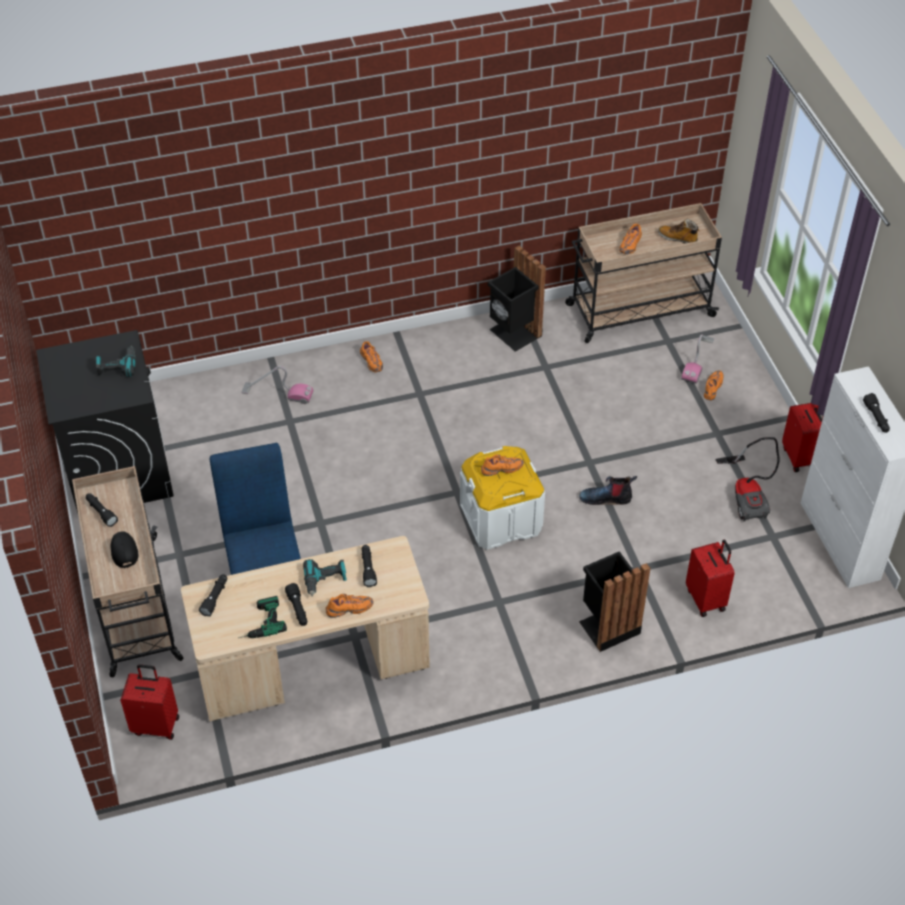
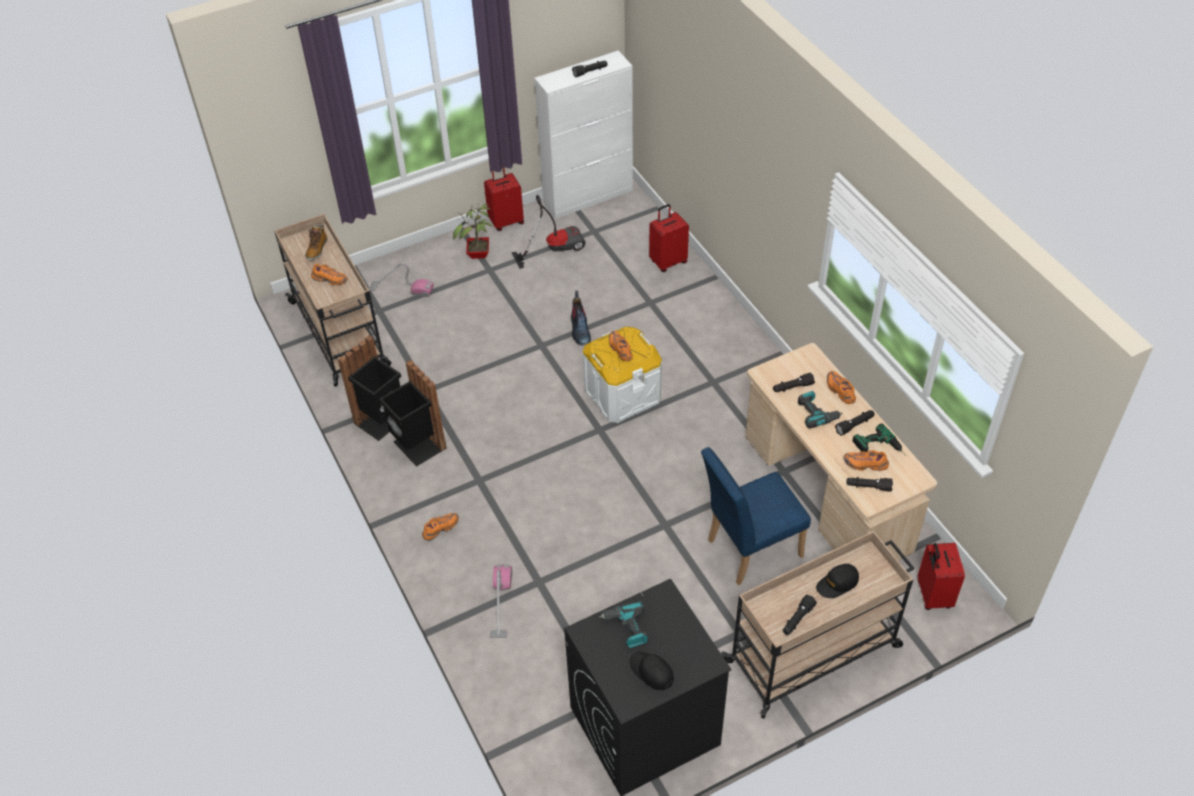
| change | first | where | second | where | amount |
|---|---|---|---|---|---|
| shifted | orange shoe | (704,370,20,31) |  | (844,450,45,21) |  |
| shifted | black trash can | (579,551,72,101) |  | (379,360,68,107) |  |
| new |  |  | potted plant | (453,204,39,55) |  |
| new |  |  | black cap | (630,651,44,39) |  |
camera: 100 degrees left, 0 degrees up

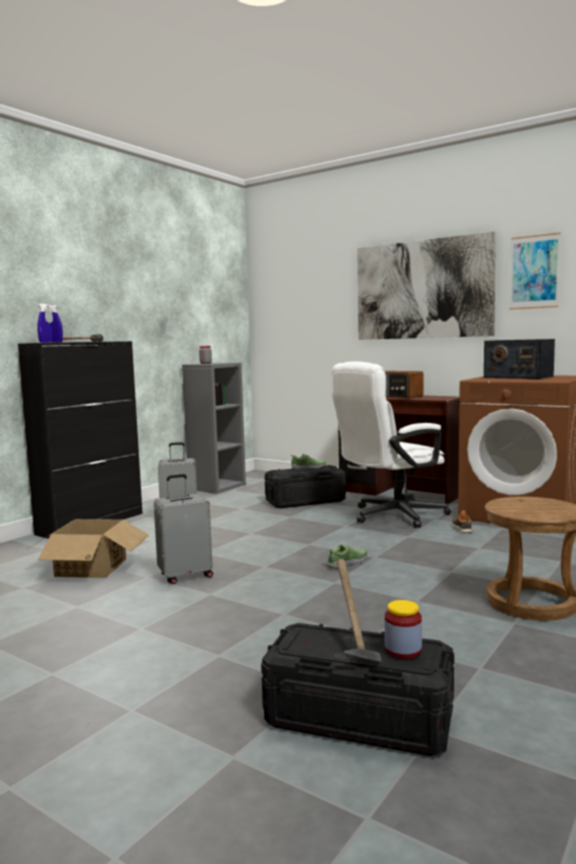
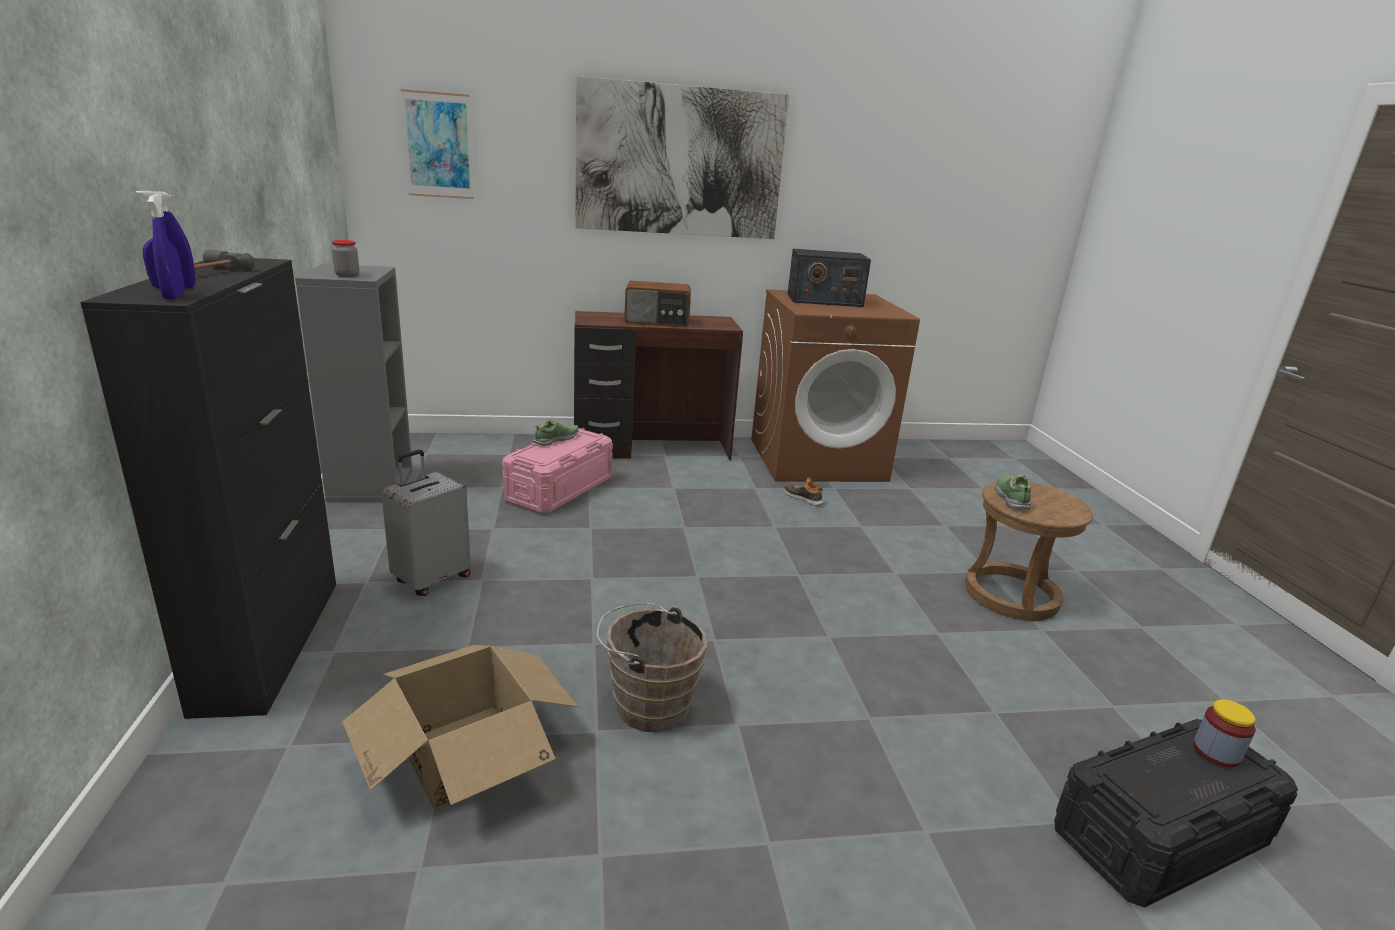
| change | first | where | second | where | amount |
|---|---|---|---|---|---|
| shifted | picture | (510,233,51,77) |  | (401,89,73,110) |  |
| gone | white office chair | (331,361,120,167) |  |  |  |
| repainted | black storage box | (265,465,81,43) | pink storage box | (502,428,111,85) |  |
| swapped | grey suitcase | (154,474,59,110) | brown bucket | (597,603,110,130) |  |
| shifted | shoe | (327,545,40,24) |  | (995,474,36,36) |  |
| gone | hammer | (337,559,45,108) |  |  |  |
camera: 45 degrees left, 15 degrees up

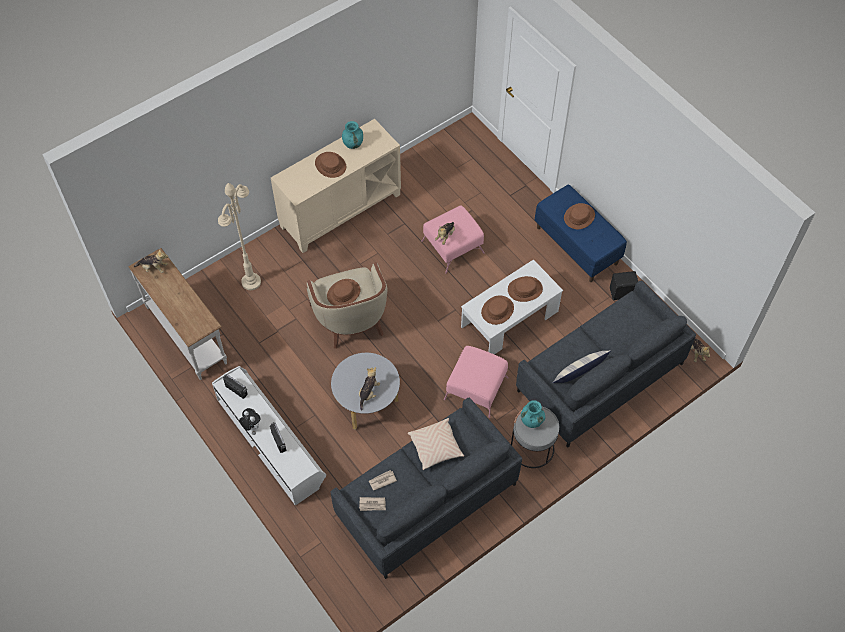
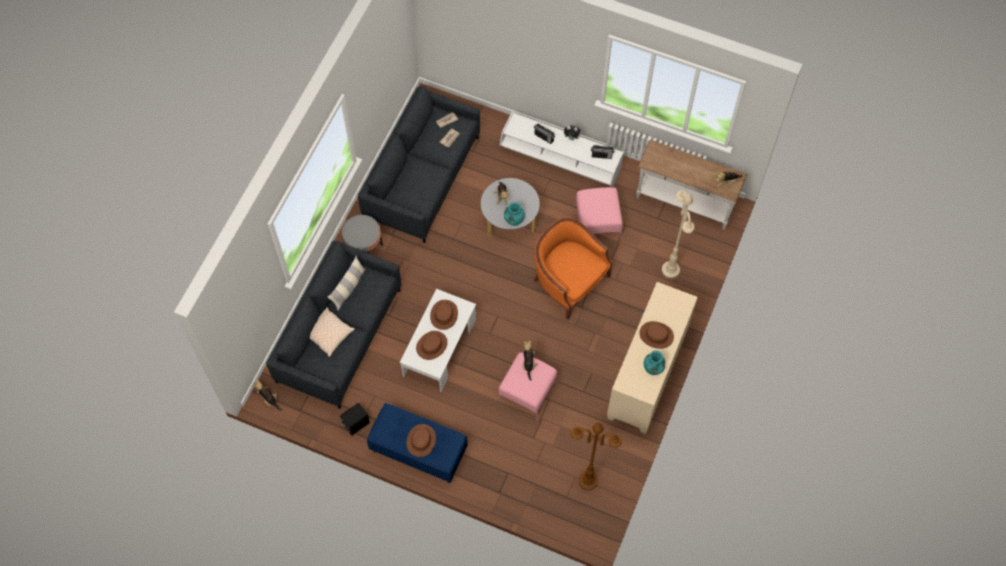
| change | first | where | second | where | amount |
|---|---|---|---|---|---|
| repainted | beige armchair | (307,262,80,87) | orange armchair | (534,217,79,103) |  |
| gone | brown hat | (327,279,33,27) |  |  |  |
| shifted | pink ottoman | (444,346,64,72) |  | (574,187,49,52) |  |
| shifted | turquoise vase | (521,400,24,28) |  | (504,202,21,24) |  |
| shifted | beige pillow | (407,418,57,52) |  | (310,307,45,50) |  |
| new |  |  | brown floor lamp | (571,423,51,67) |  |
camera: 150 degrees right, 5 degrees up

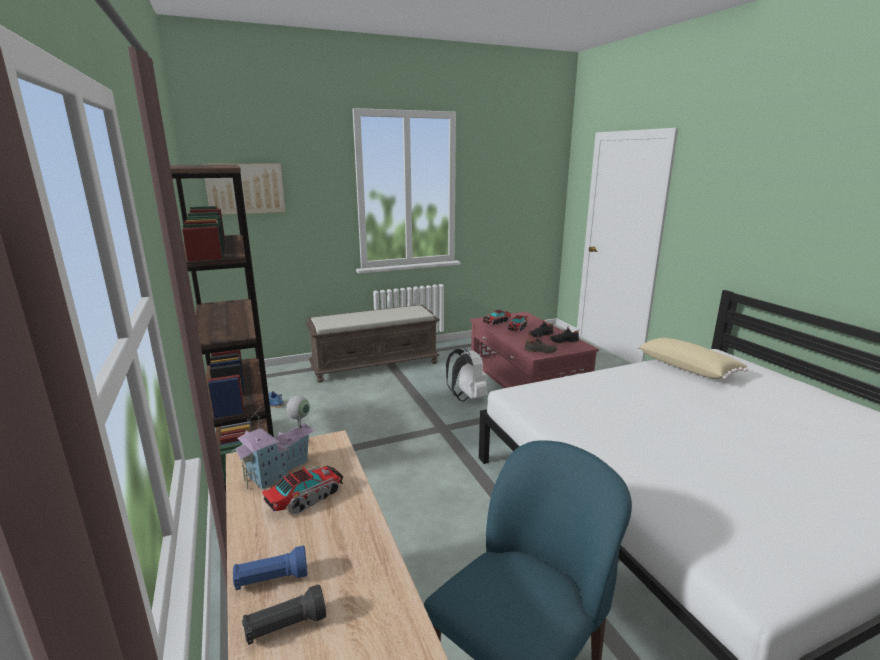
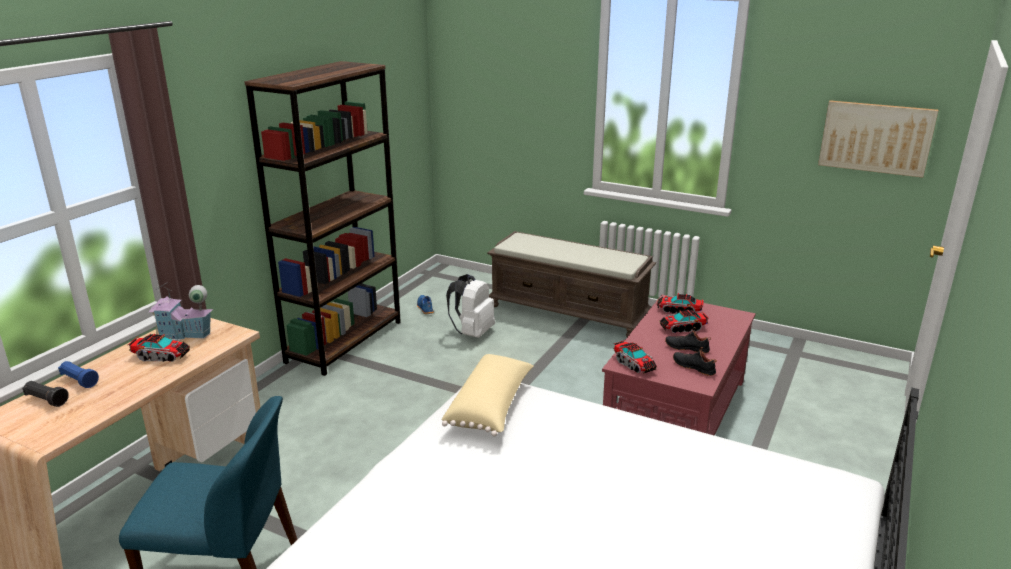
| change | first | where | second | where | amount |
|---|---|---|---|---|---|
| shifted | picture | (203,163,83,52) |  | (818,100,120,78) |  |
| swapped | black shoe | (524,335,34,19) | toy truck | (614,340,43,33) |  |
| shifted | beige pillow | (637,338,111,41) |  | (442,354,92,82) |  |
| shifted | white backpack | (446,348,41,54) |  | (446,274,49,64) |  |
camera: 50 degrees right, 5 degrees up

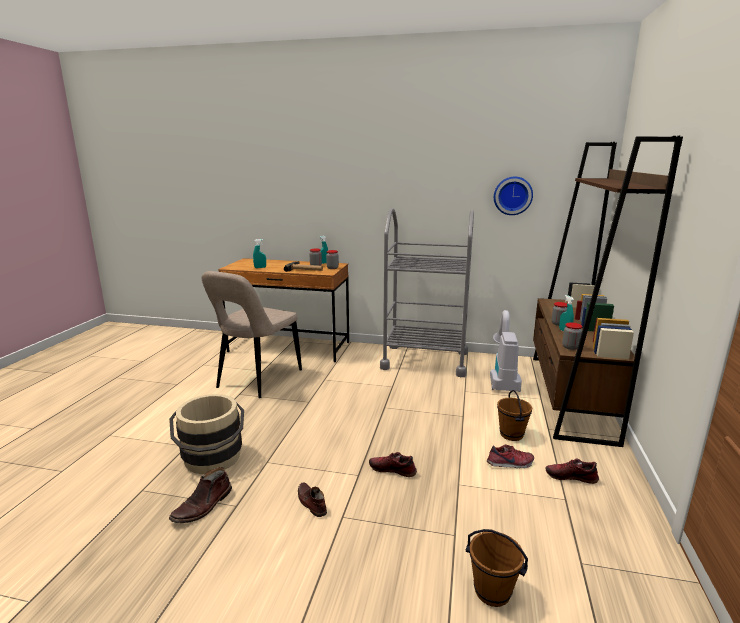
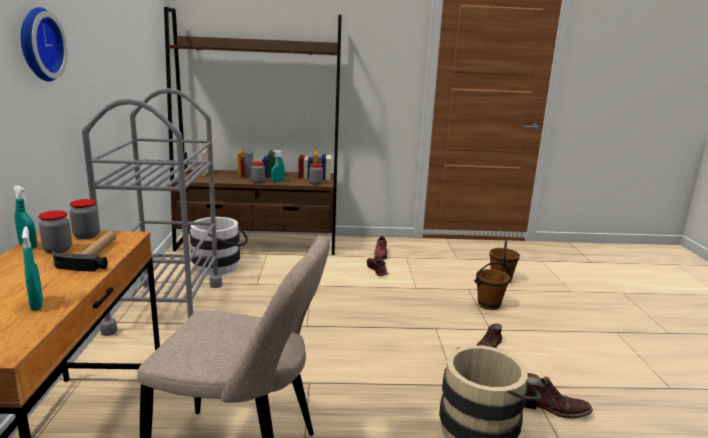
| change | first | where | second | where | amount |
|---|---|---|---|---|---|
| shifted | wall clock | (494,177,39,38) |  | (21,7,47,75) |  |
| swapped | vacuum cleaner | (490,310,32,82) | white bucket | (190,217,58,58) |  |
| shifted | brown bucket | (497,390,35,51) |  | (474,262,37,48) |  |
| gone | shoe | (369,452,48,25) |  |  |  |
camera: 105 degrees left, 0 degrees up

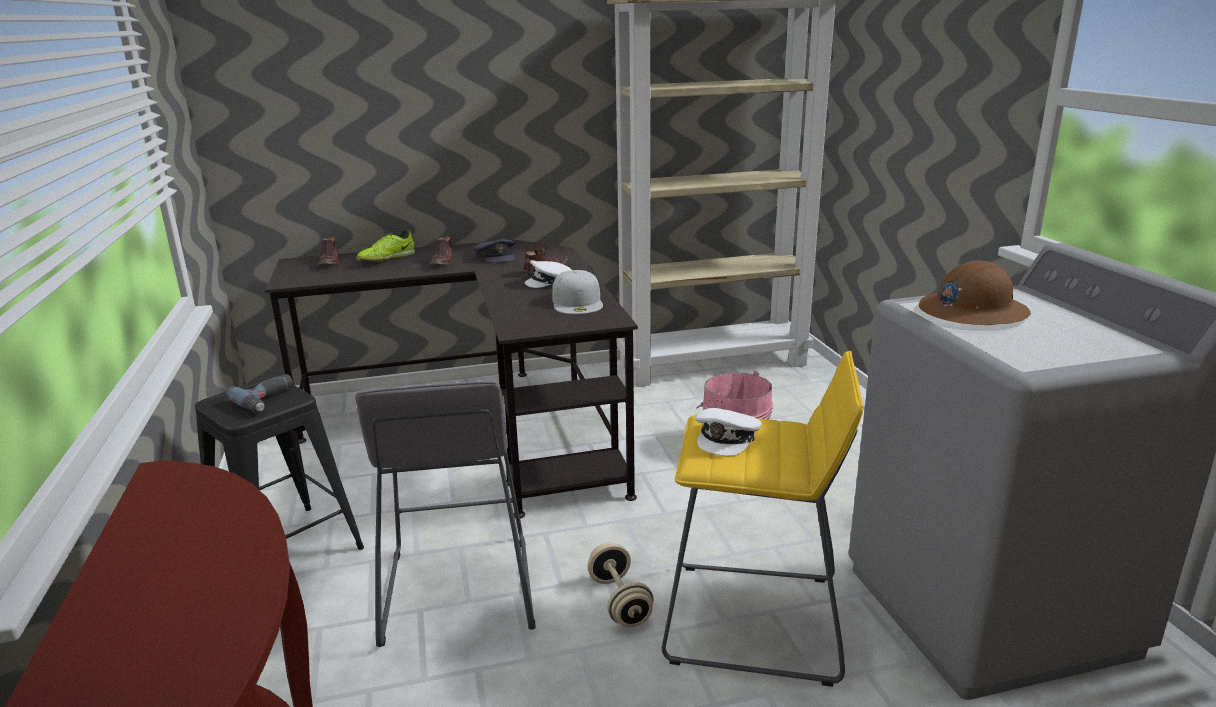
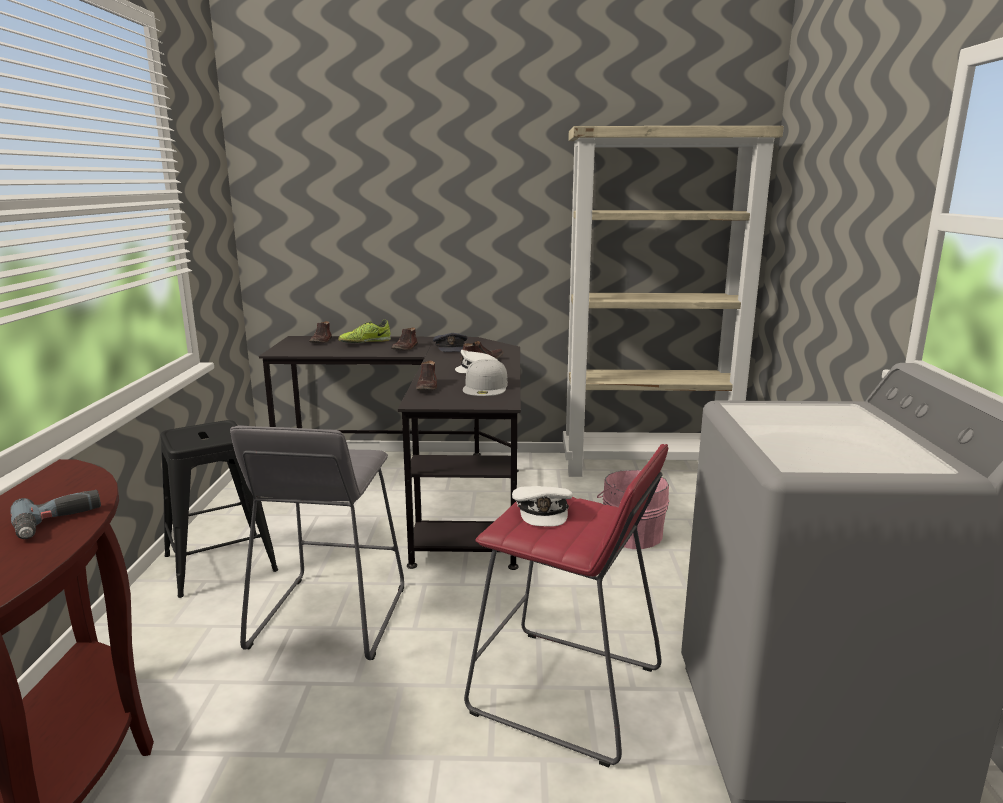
| change | first | where | second | where | amount |
|---|---|---|---|---|---|
| gone | brown hard hat | (919,260,112,65) |  |  |  |
| repainted | yellow stool | (662,351,201,336) | red stool | (464,444,204,324) |  |
| shifted | power drill | (226,374,67,39) |  | (10,490,91,49) |  |
| rotated | white cap | (695,408,67,48) |  | (512,486,61,41) | 45 degrees counterclockwise |
| gone | beige dumbbell | (587,542,67,85) |  |  |  |
| new |  |  | brown shoe | (416,361,21,30) |  |
camera: 15 degrees right, 5 degrees down

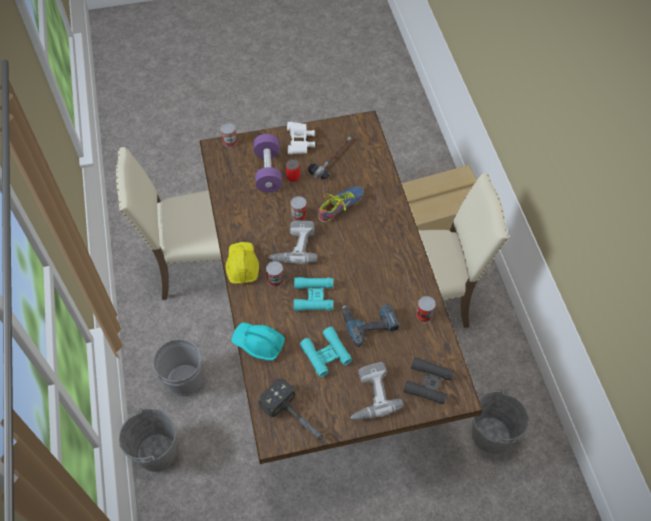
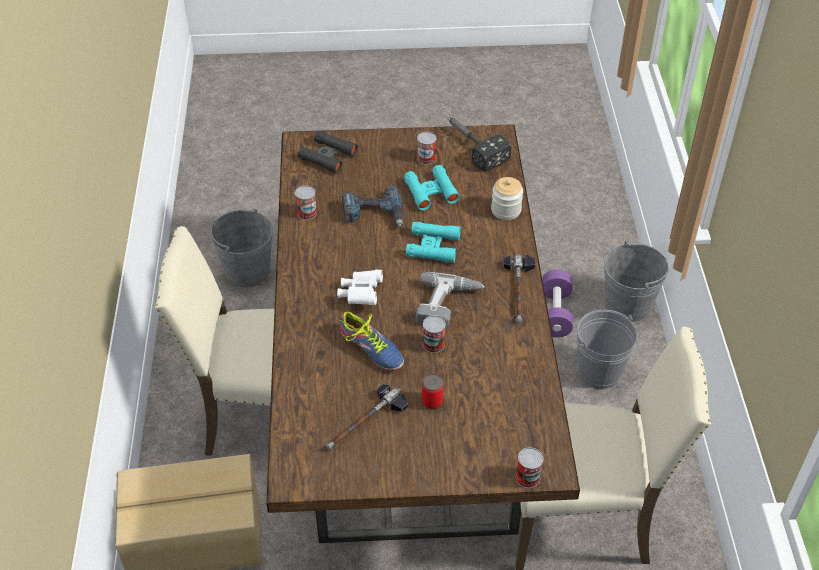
| change | first | where | second | where | amount |
|---|---|---|---|---|---|
| shifted | white binoculars | (287,122,28,32) |  | (337,270,46,35) |  |
| shifted | purple dumbbell | (254,134,28,59) |  | (542,270,31,68) |  |
| rotated | shoe | (318,186,46,36) |  | (340,311,64,60) | 105 degrees counterclockwise |
| swapped | yellow hard hat | (226,242,33,42) | hammer | (503,254,33,69) |  |
| shifted | can | (266,261,18,26) |  | (417,132,20,33) |  |
| swapped | turquoise hard hat | (231,322,54,39) | jar | (491,177,32,43) |  |
| gone | power drill | (351,362,53,58) |  |  |  |
camera: 170 degrees left, 10 degrees down

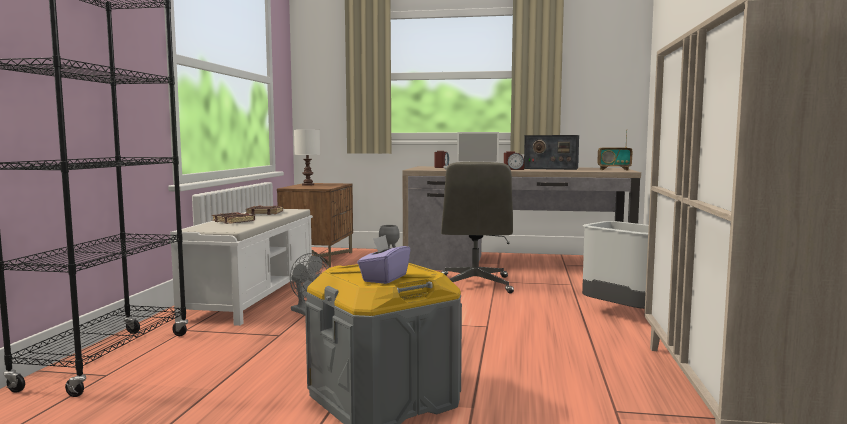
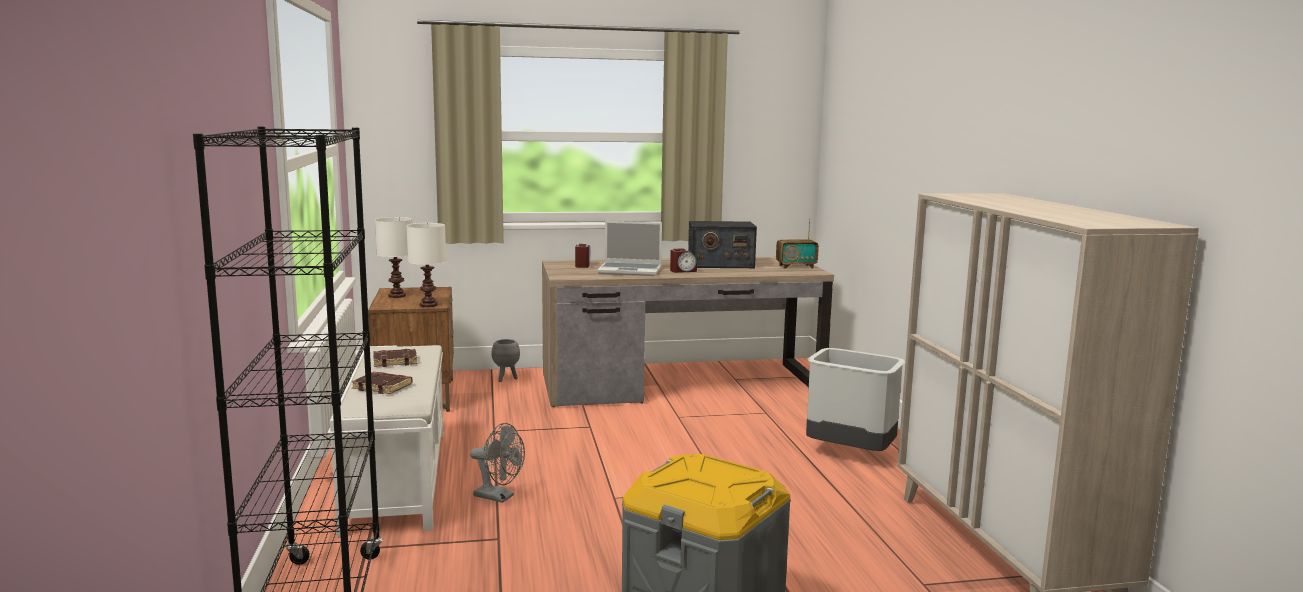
| change | first | where | second | where | amount |
|---|---|---|---|---|---|
| gone | grey office chair | (441,162,73,131) |  |  |  |
| gone | purple tissue box | (357,235,53,49) |  |  |  |
| new |  |  | white table lamp | (406,223,40,84) |  |
camera: 20 degrees left, 5 degrees up

